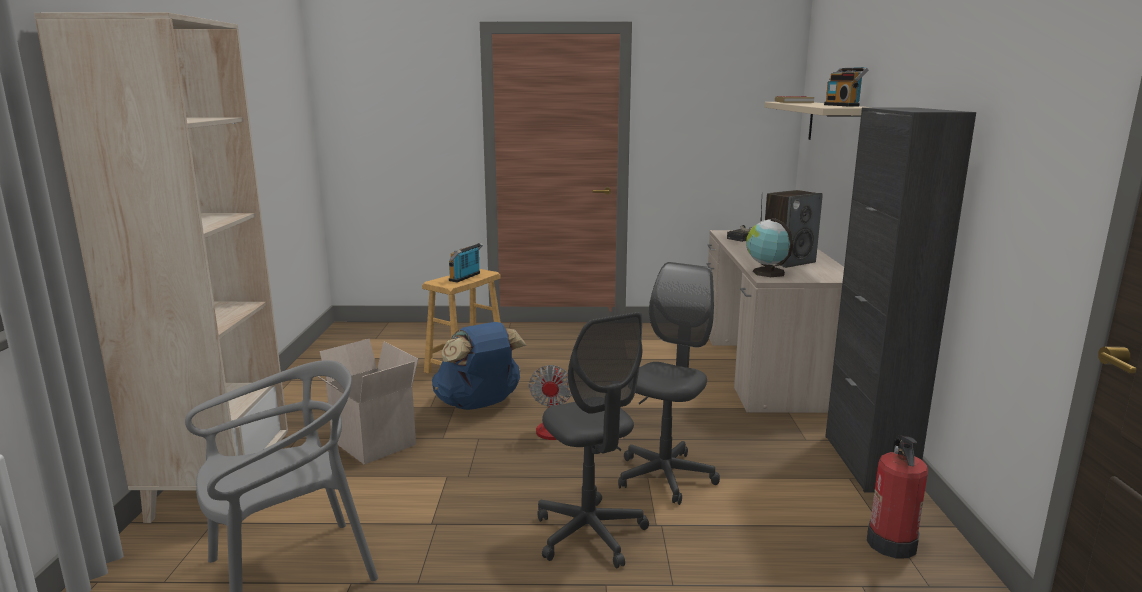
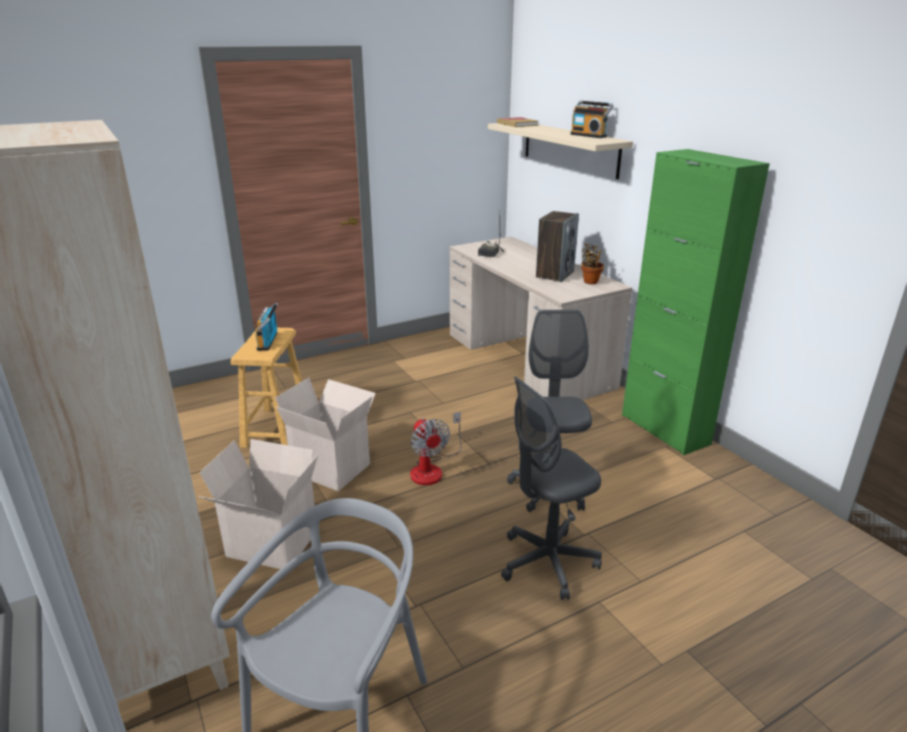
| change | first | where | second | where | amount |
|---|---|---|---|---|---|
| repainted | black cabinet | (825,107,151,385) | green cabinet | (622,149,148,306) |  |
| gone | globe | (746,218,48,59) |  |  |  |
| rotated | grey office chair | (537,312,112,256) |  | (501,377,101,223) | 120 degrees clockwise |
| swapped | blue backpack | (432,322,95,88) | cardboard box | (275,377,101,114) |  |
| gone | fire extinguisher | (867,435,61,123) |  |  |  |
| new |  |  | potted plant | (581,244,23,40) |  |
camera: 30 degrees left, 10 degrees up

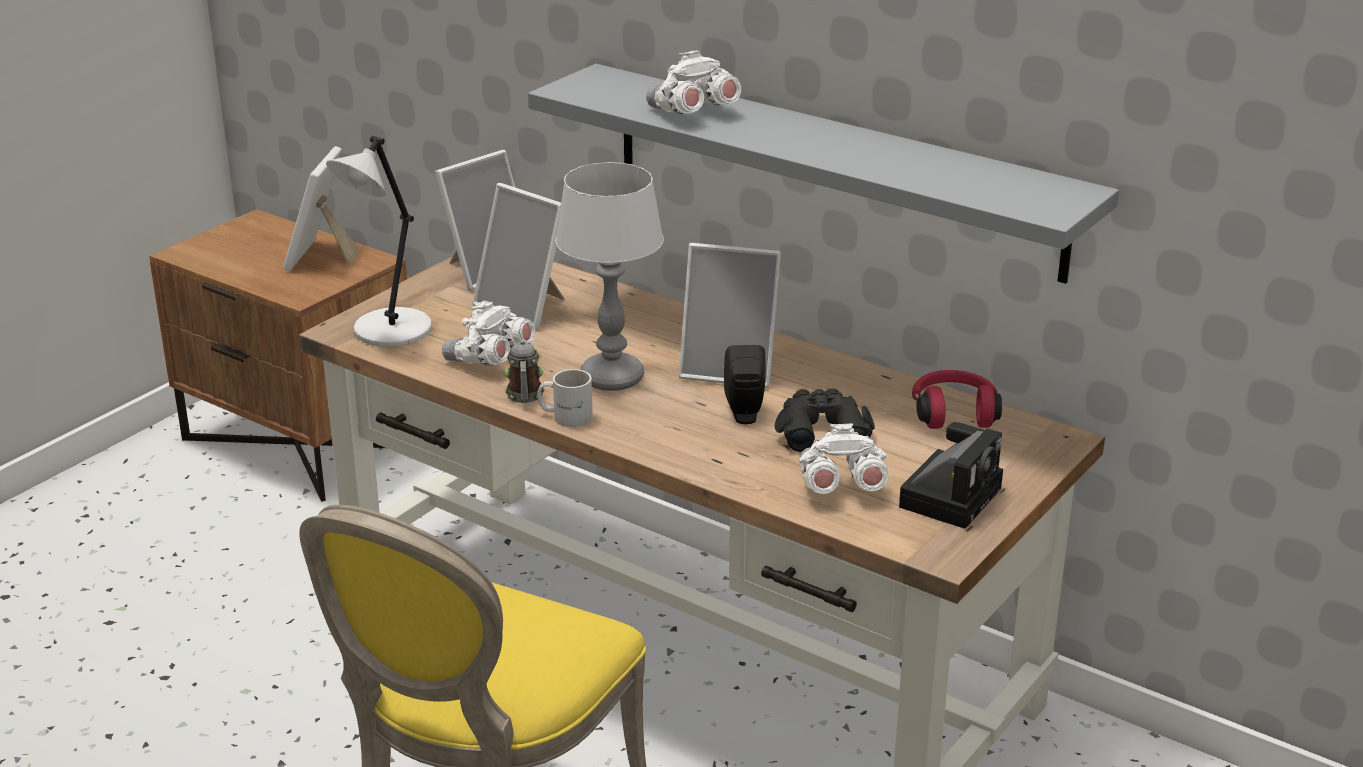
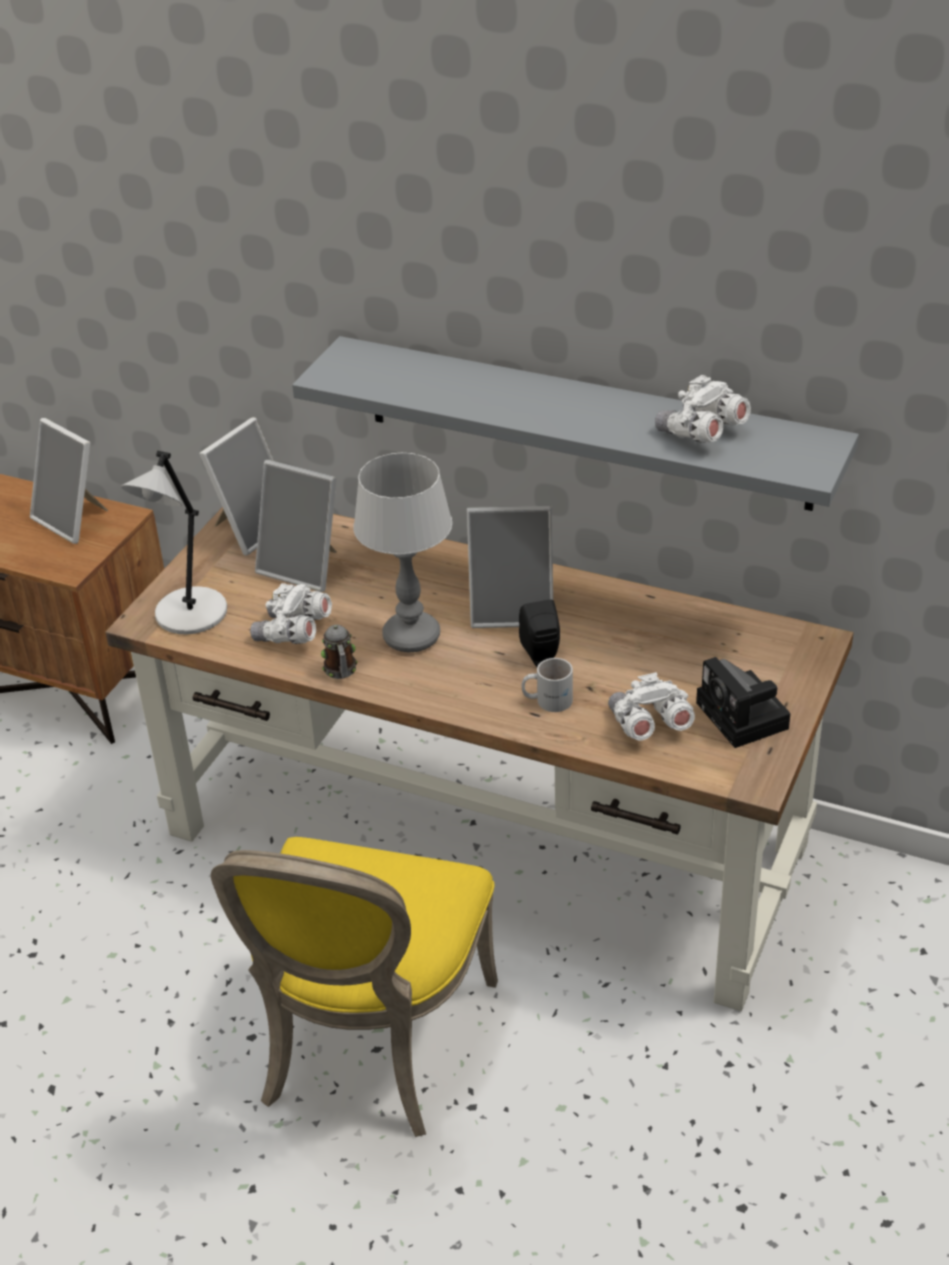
| change | first | where | second | where | amount |
|---|---|---|---|---|---|
| shifted | white binoculars | (646,50,95,64) |  | (655,375,96,68) |  |
| rotated | picture frame | (283,146,78,125) |  | (30,418,78,126) | 45 degrees counterclockwise |
| shifted | white mug | (537,369,56,58) |  | (521,658,52,54) |  |
| gone | red headphones | (912,370,90,59) |  |  |  |
| gone | black binoculars | (775,388,100,64) |  |  |  |
| rotated | photo camera | (899,422,104,107) |  | (696,657,94,91) | 135 degrees clockwise |
camera: 10 degrees left, 10 degrees up

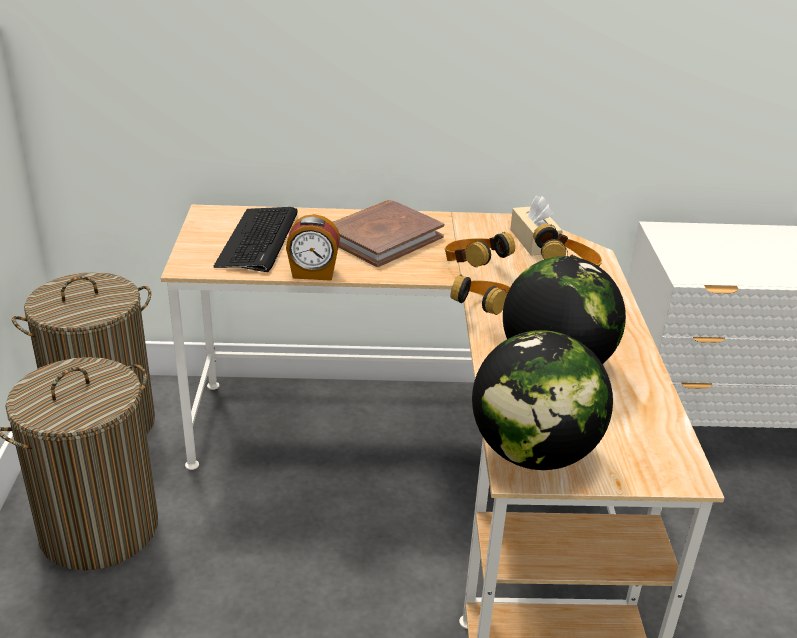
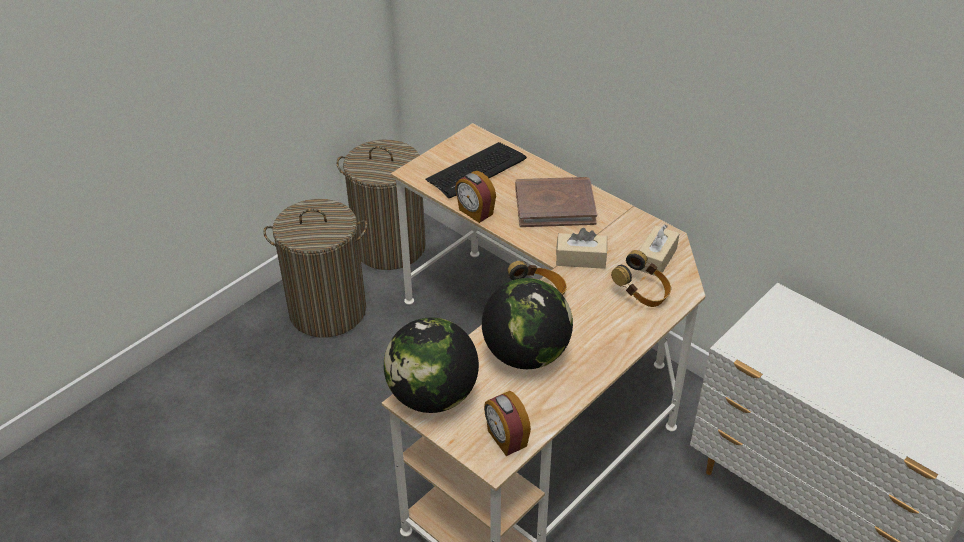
| change | first | where | second | where | amount |
|---|---|---|---|---|---|
| swapped | headphones | (445,232,70,35) | beige tissue box | (556,228,51,41) |  |
| new |  |  | alarm clock | (484,391,47,65) |  |
camera: 45 degrees right, 10 degrees up

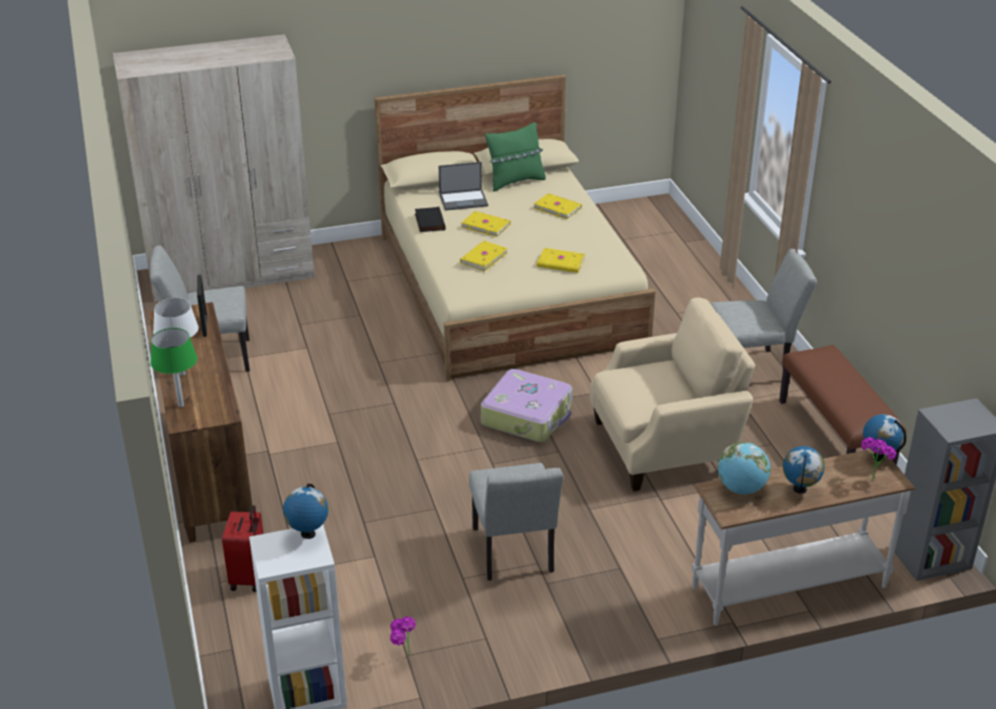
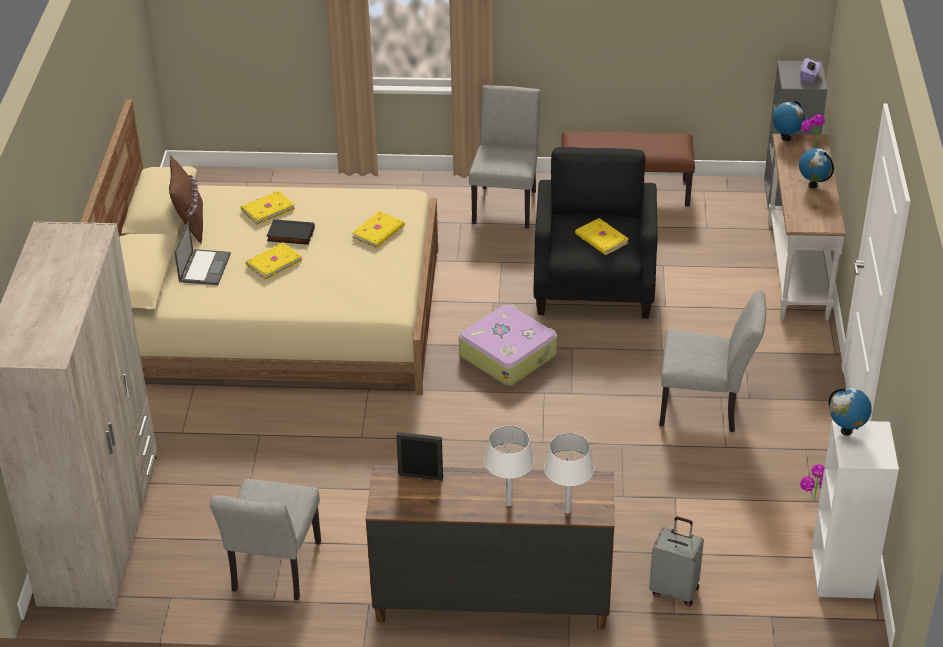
| change | first | where | second | where | amount |
|---|---|---|---|---|---|
| repainted | green pillow | (485,122,61,70) | brown pillow | (169,155,34,89) |  |
| shifted | black book | (415,207,31,25) |  | (267,219,48,26) |  |
| shifted | yellow book | (460,241,48,30) |  | (575,218,54,37) |  |
| repainted | beige armchair | (590,298,165,193) | black armchair | (534,147,123,172) |  |
| repainted | green table lamp | (150,328,47,79) | white table lamp | (544,433,50,81) |  |
| gone | globe | (718,442,53,52) |  |  |  |
| repainted | red suitcase | (222,505,41,87) | grey suitcase | (649,517,55,89) |  |
| new |  |  | purple tissue box | (800,58,21,25) |  |
camera: 70 degrees left, 5 degrees up

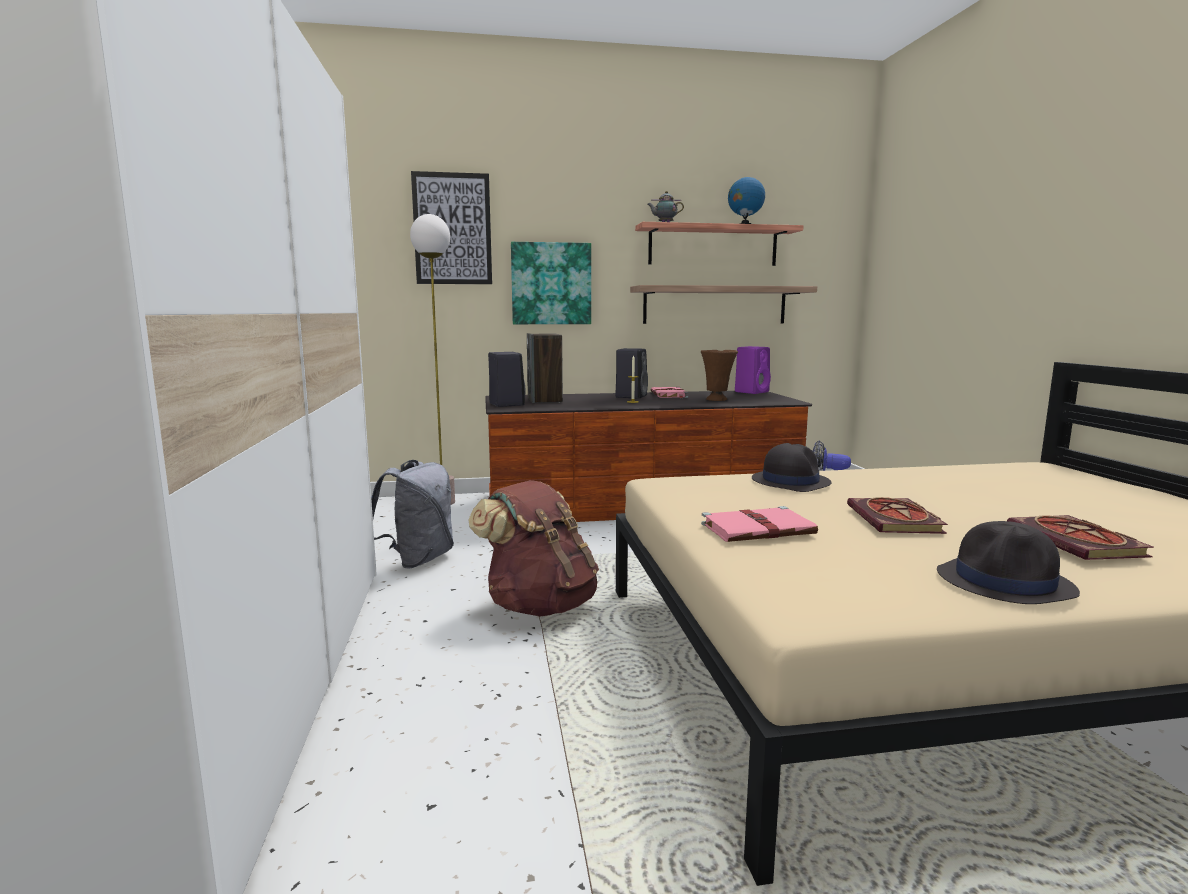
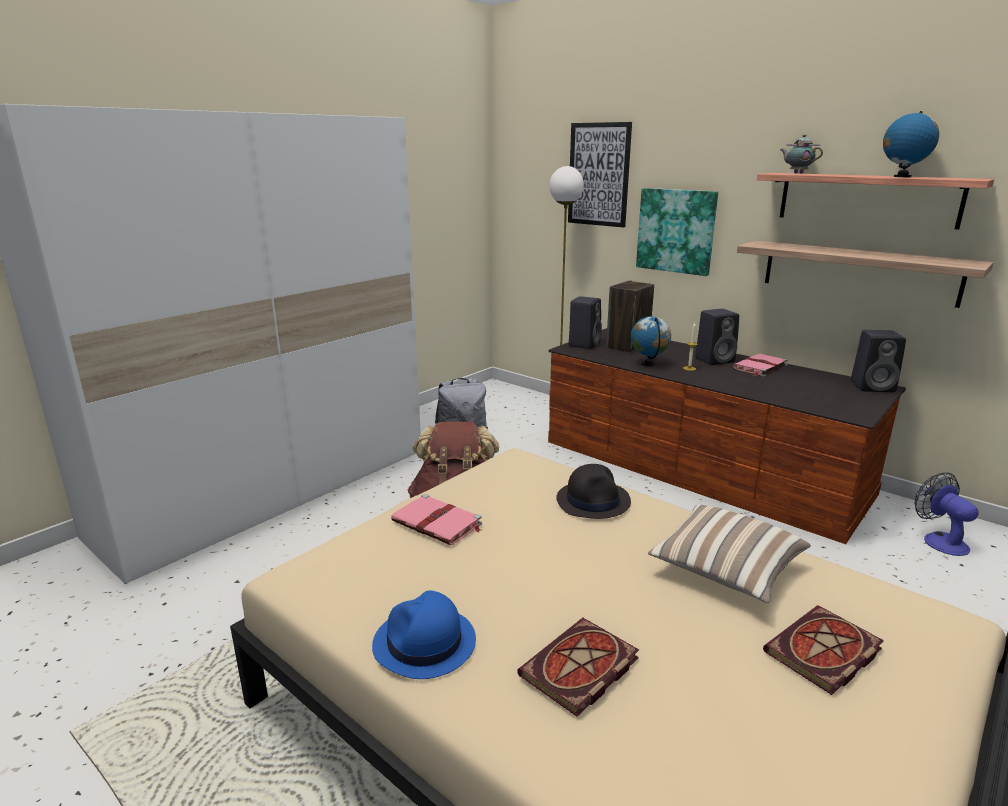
| change | first | where | second | where | amount |
|---|---|---|---|---|---|
| repainted | purple speaker | (735,346,36,48) | black speaker | (851,330,55,62) |  |
| gone | brown vase | (701,350,37,51) |  |  |  |
| shifted | book | (847,497,101,37) |  | (763,605,121,90) |  |
| repainted | black hat | (937,521,143,83) | blue hat | (372,590,104,89) |  |
| new |  |  | globe | (631,316,40,50) |  |
| new |  |  | pillow | (648,504,163,99) |  |
camera: 50 degrees right, 10 degrees up

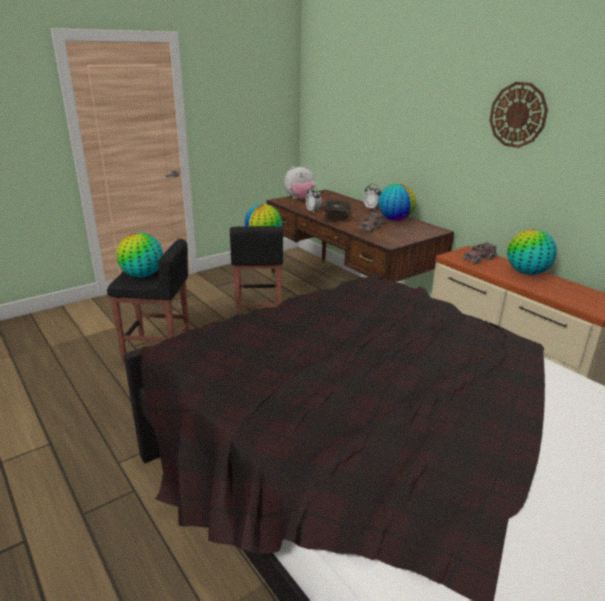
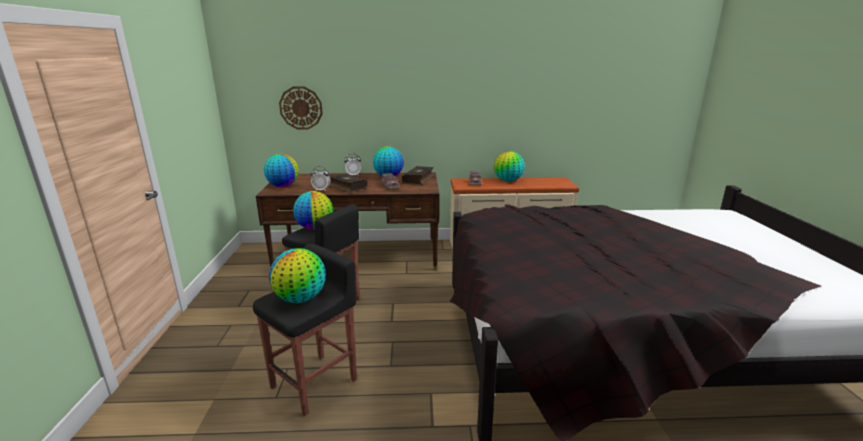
| change | first | where | second | where | amount |
|---|---|---|---|---|---|
| shifted | wall clock | (489,82,59,66) |  | (279,87,44,43) |  |
| swapped | plush toy | (284,166,31,33) | globe | (264,154,35,33) |  |
| new |  |  | book | (402,166,32,19) |  |
camera: 55 degrees left, 5 degrees down

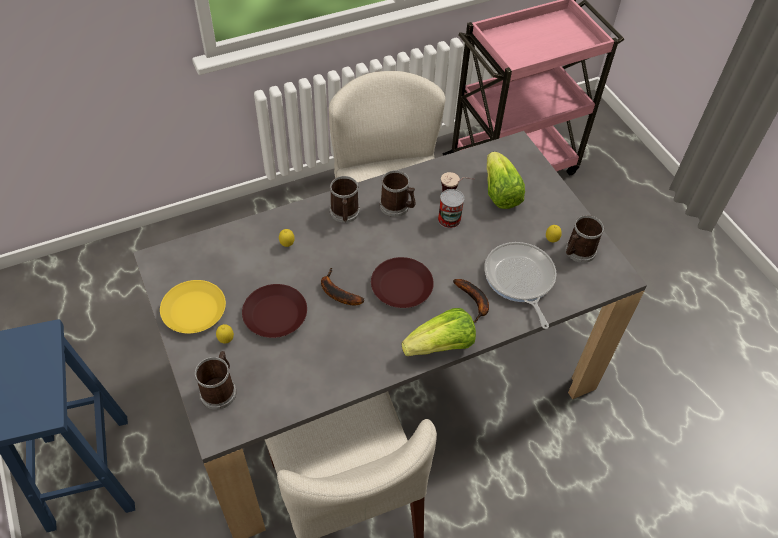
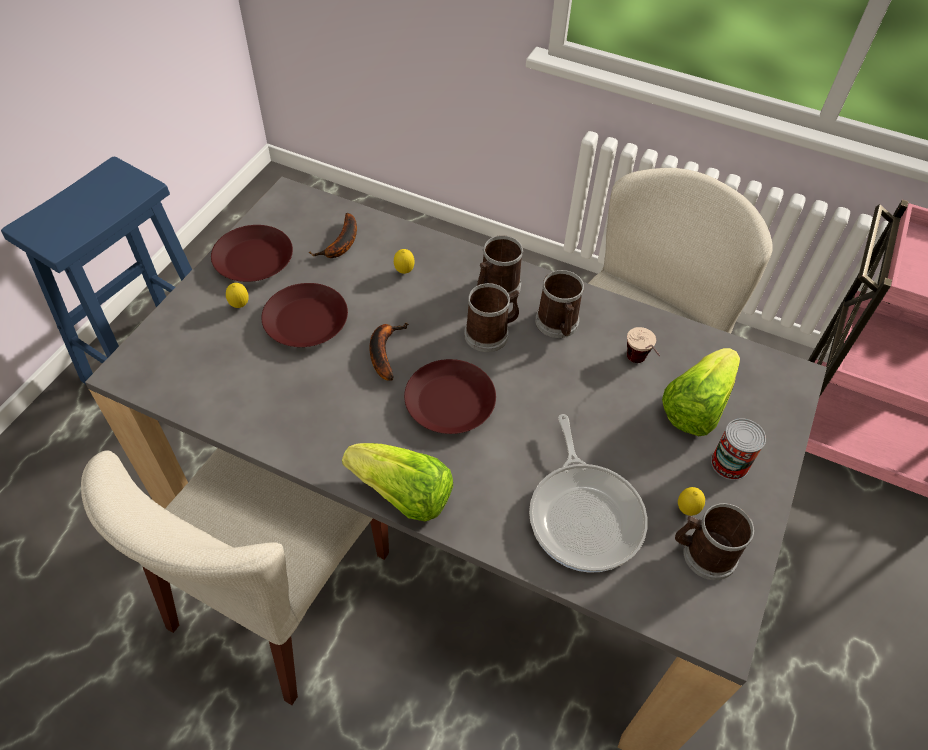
| change | first | where | second | where | amount |
|---|---|---|---|---|---|
| shifted | can | (438,189,26,39) |  | (711,418,55,62) |  |
| rotated | frying pan | (484,242,73,87) |  | (529,414,119,159) | 135 degrees clockwise |
| shifted | banana | (453,279,36,44) |  | (309,213,48,45) |  |
| repainted | yellow plate | (160,280,66,53) | brown plate | (211,225,82,57) |  |
| shifted | mug | (195,351,41,59) |  | (464,283,55,69) |  |
camera: 50 degrees right, 0 degrees up

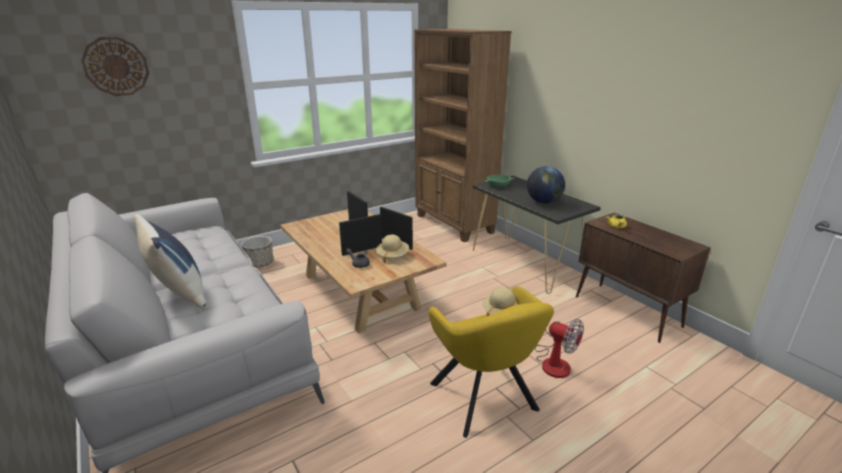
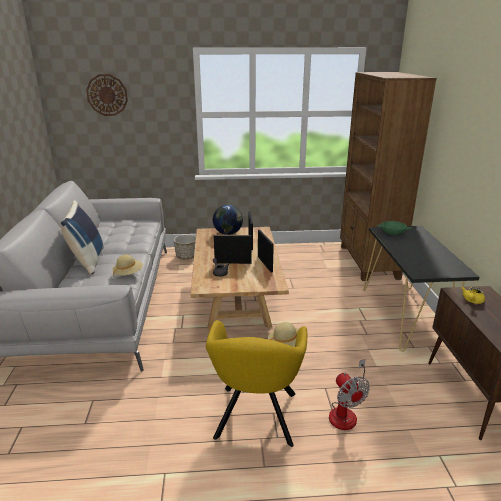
| change | first | where | second | where | amount |
|---|---|---|---|---|---|
| shifted | globe | (527,166,38,38) |  | (213,205,30,30) |  |
| shifted | beige hat | (376,235,33,28) |  | (112,255,31,21) |  |
camera: 30 degrees right, 0 degrees up

